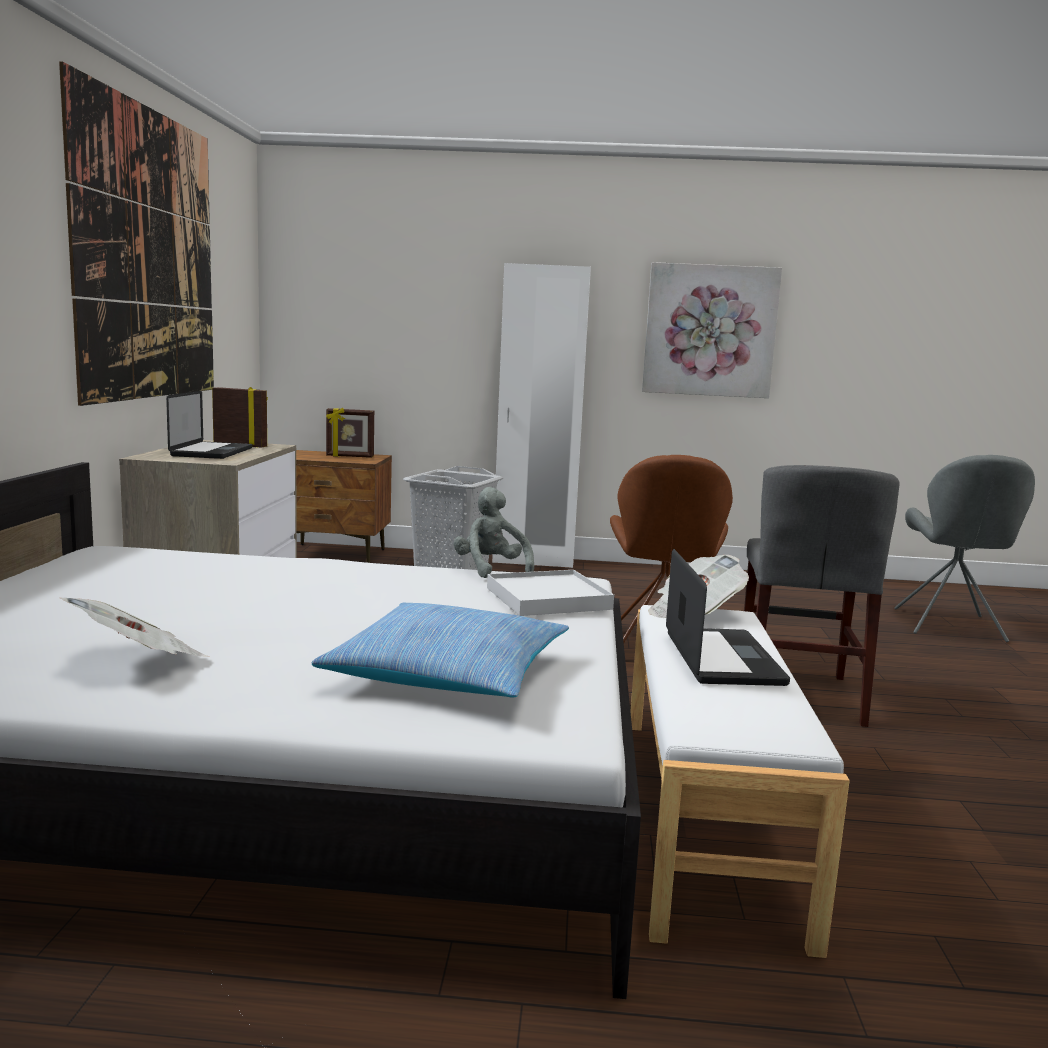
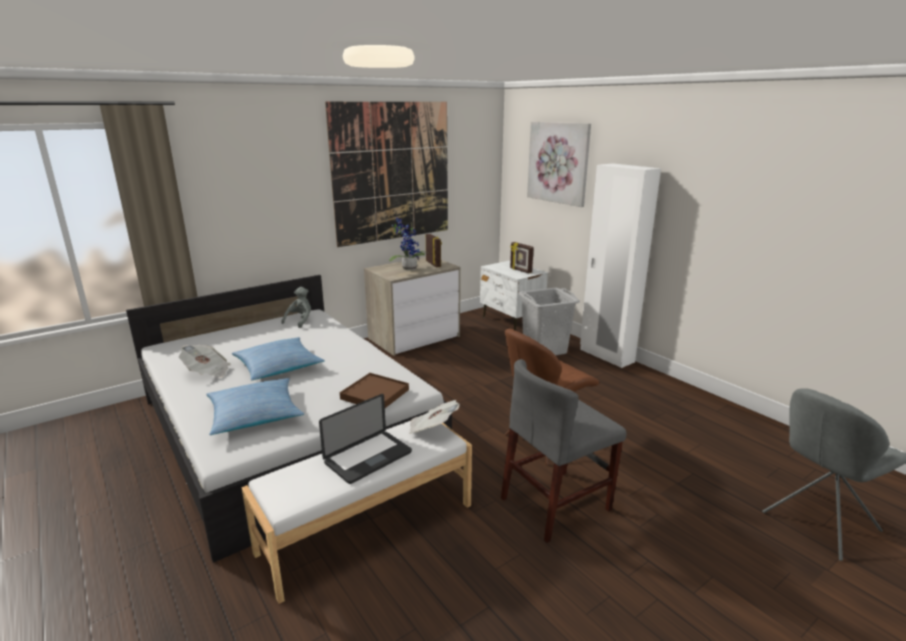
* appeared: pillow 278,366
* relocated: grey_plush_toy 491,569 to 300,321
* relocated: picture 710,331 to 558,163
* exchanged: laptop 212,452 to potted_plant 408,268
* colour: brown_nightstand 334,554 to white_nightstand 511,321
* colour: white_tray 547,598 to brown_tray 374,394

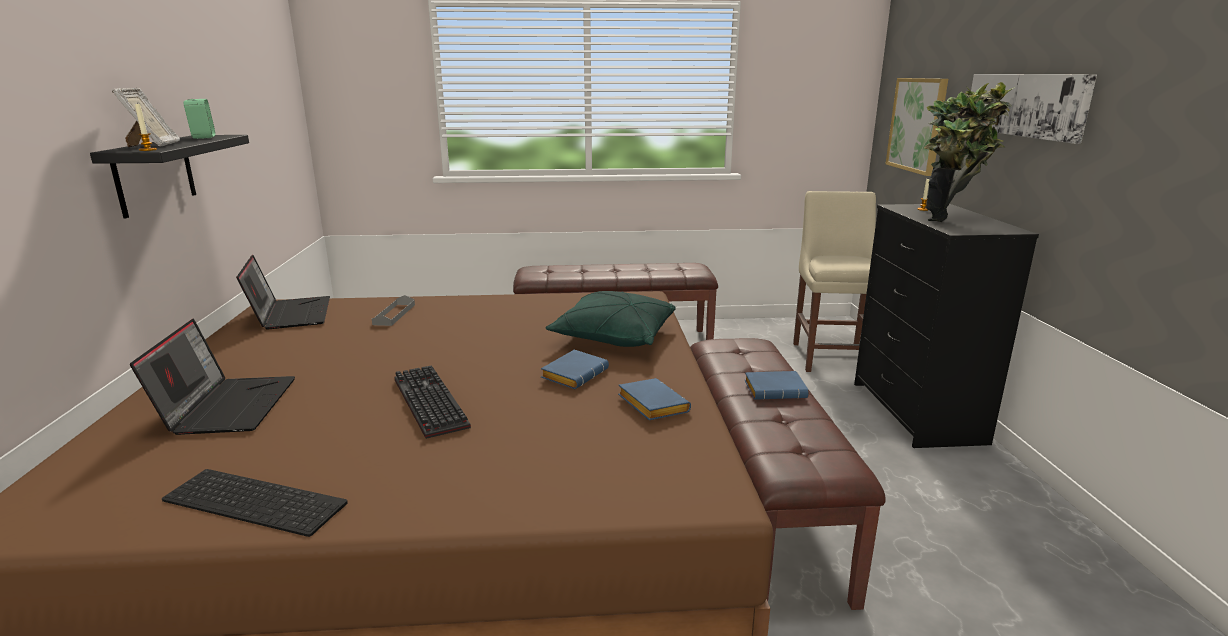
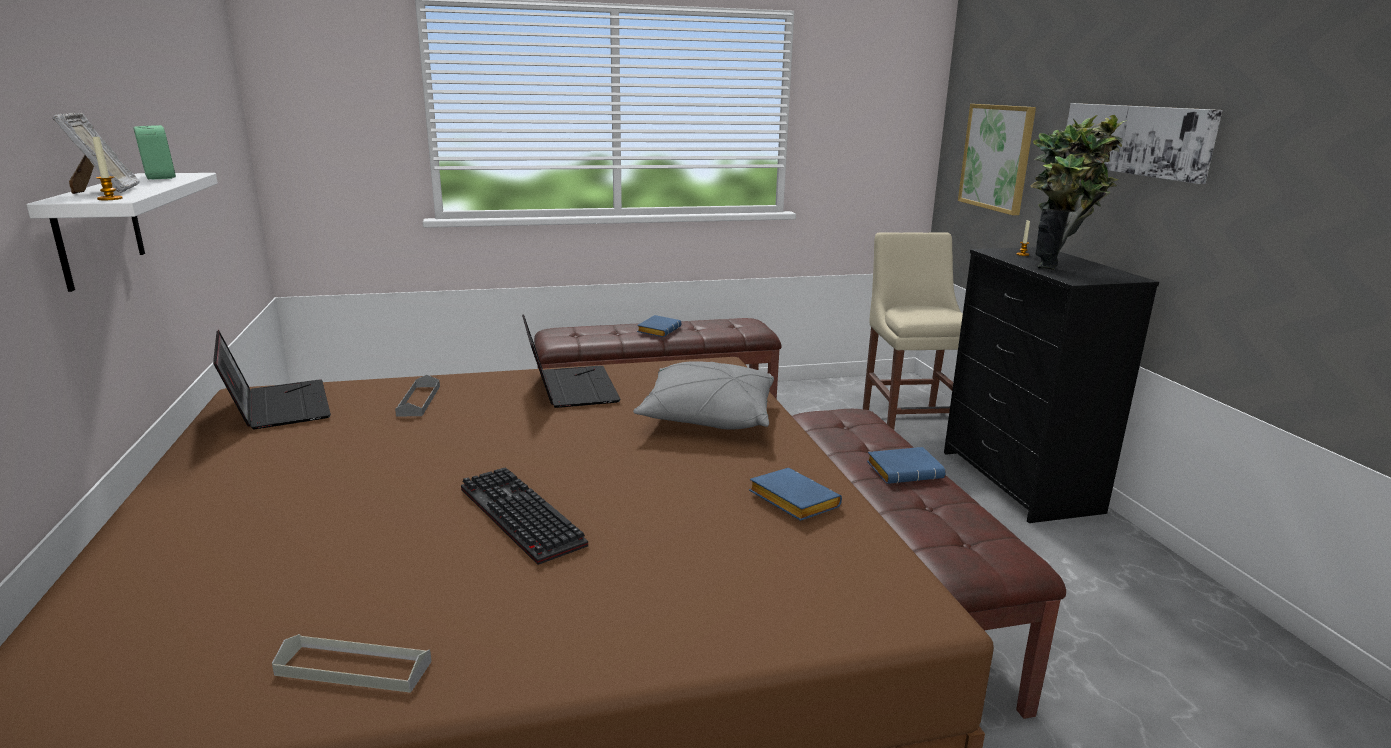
* relocated: laptop 228,405 to 569,388
* relocated: blue_book 574,374 to 658,330
* exchanged: keyboard 259,500 to grey_tray 354,668
* colour: black_shelf 154,174 to white_shelf 99,229
* colour: green_pillow 613,337 to grey_pillow 708,417

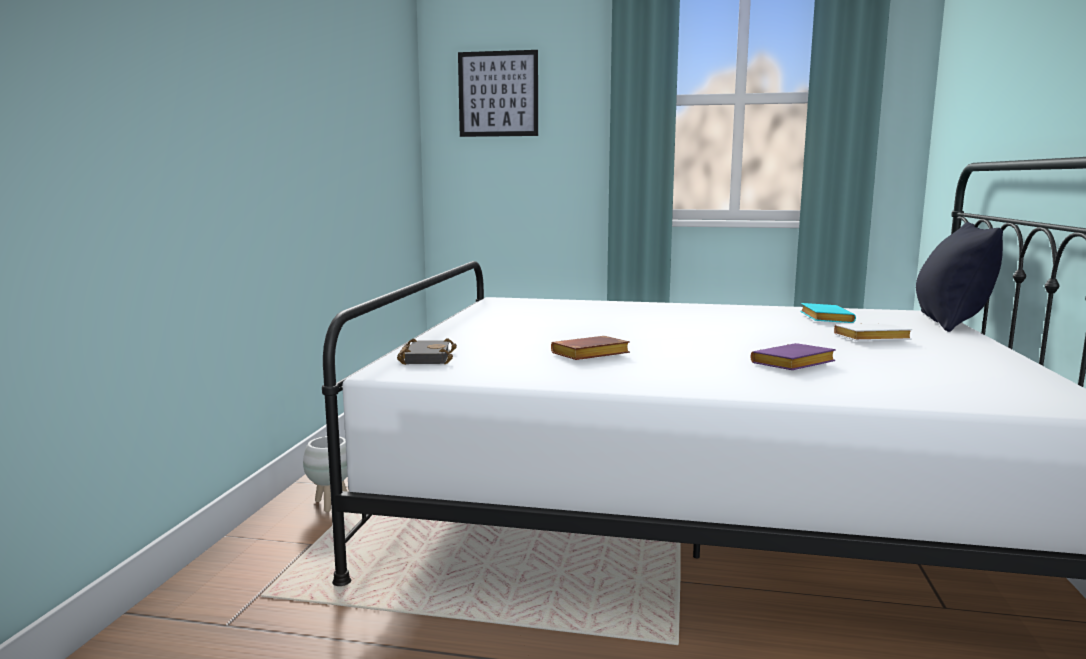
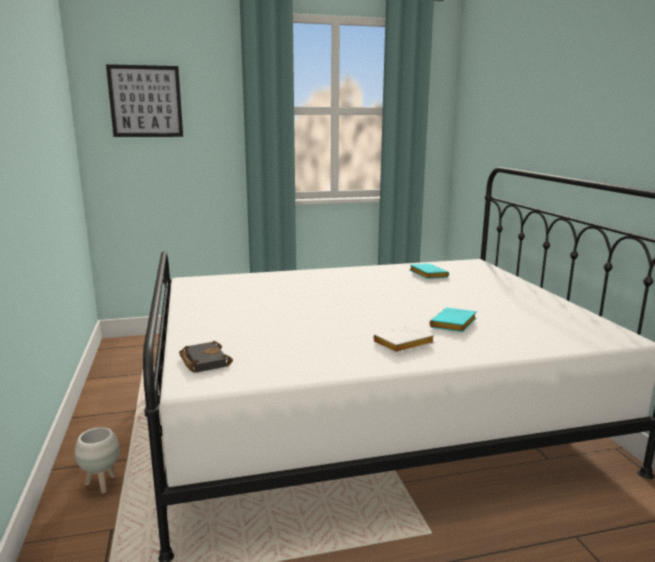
* missing: brown_book 589,355
* missing: black_pillow 950,322
* relocated: white_book 870,339 to 403,345
* colour: purple_book 793,365 to turquoise_book 454,325

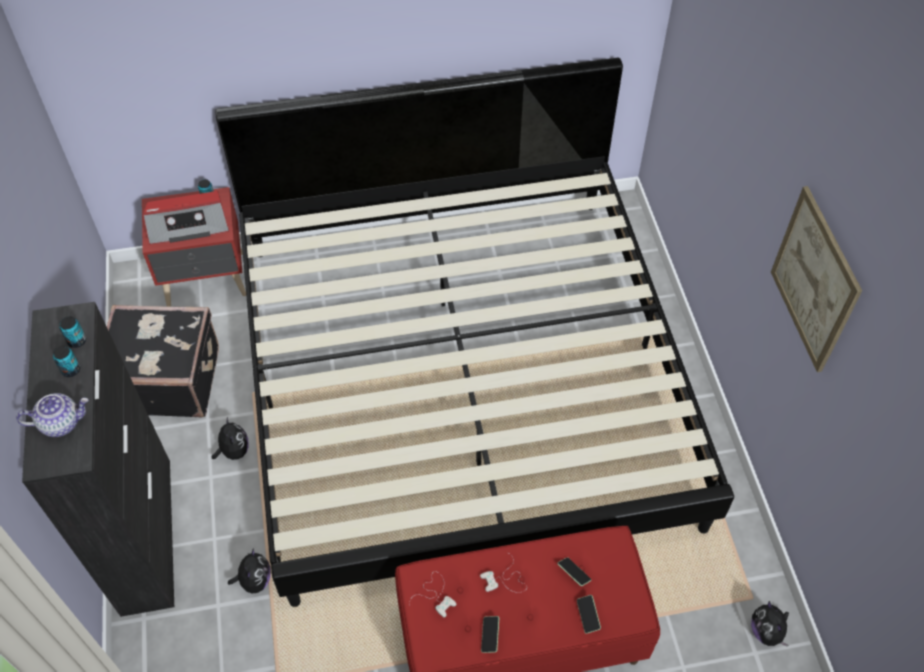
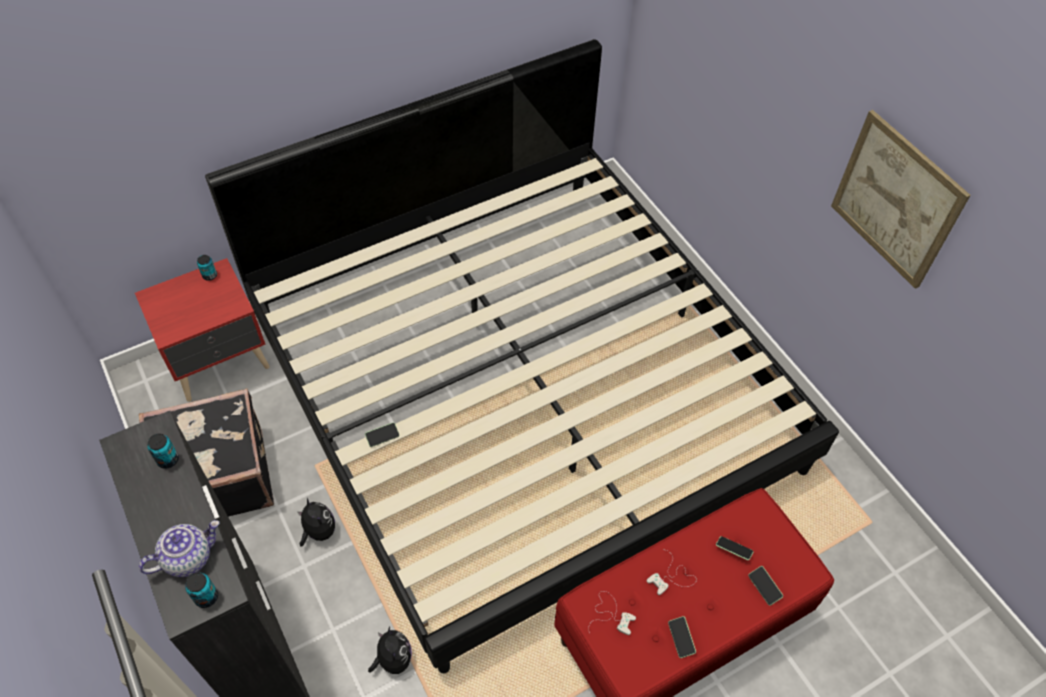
* missing: radio 188,225
* missing: plush_toy 766,632
* appeared: phone 382,437
* relocated: can 71,370 to 206,597

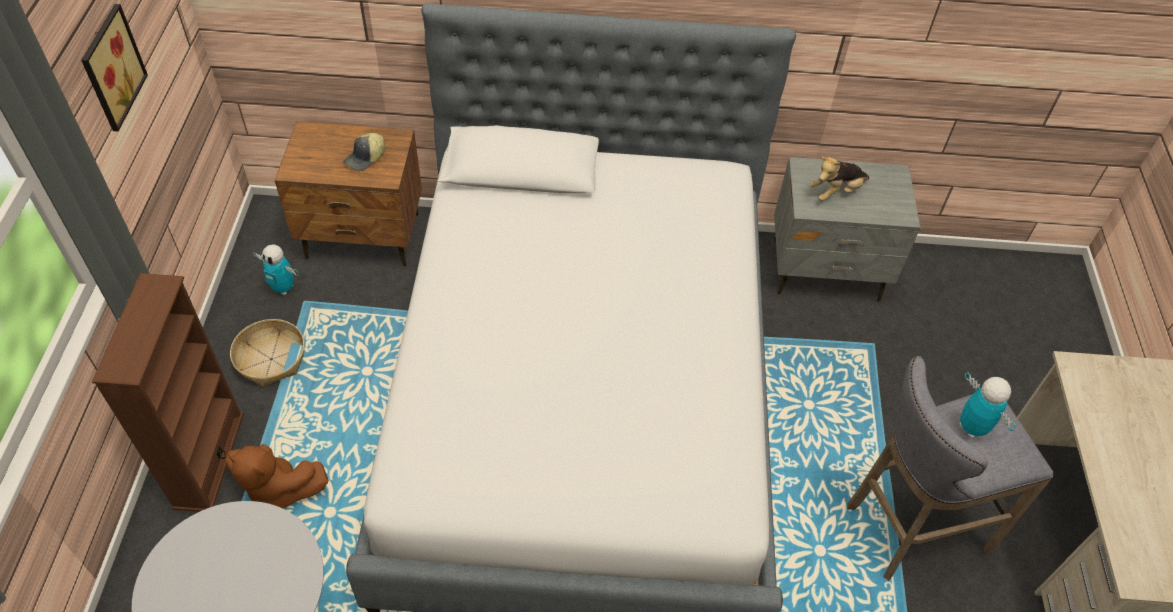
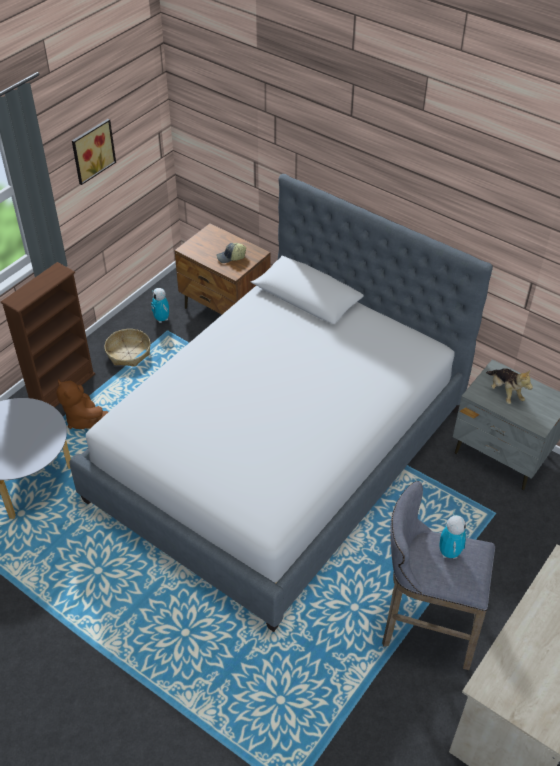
* spun: plush_toy 836,192 = 505,392 120 degrees counterclockwise

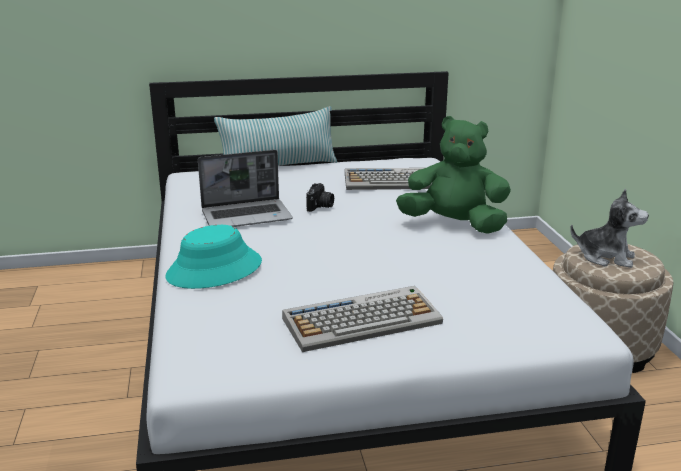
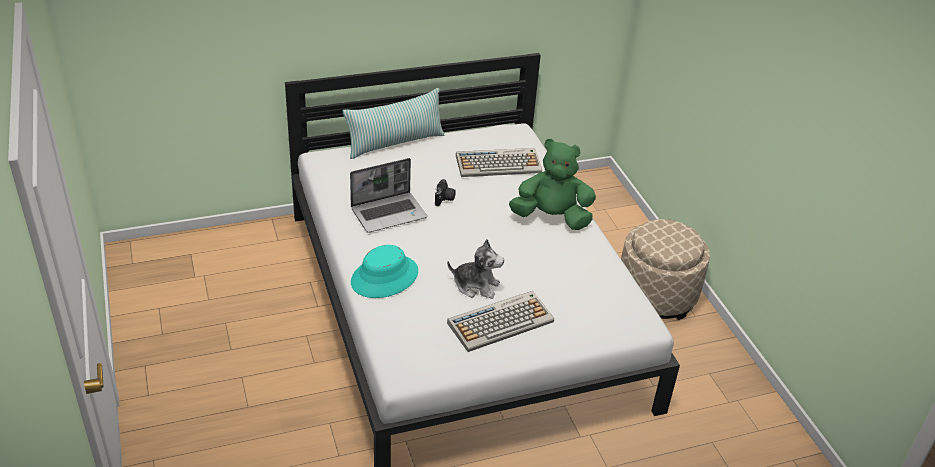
* relocated: plush_toy 606,257 to 476,286

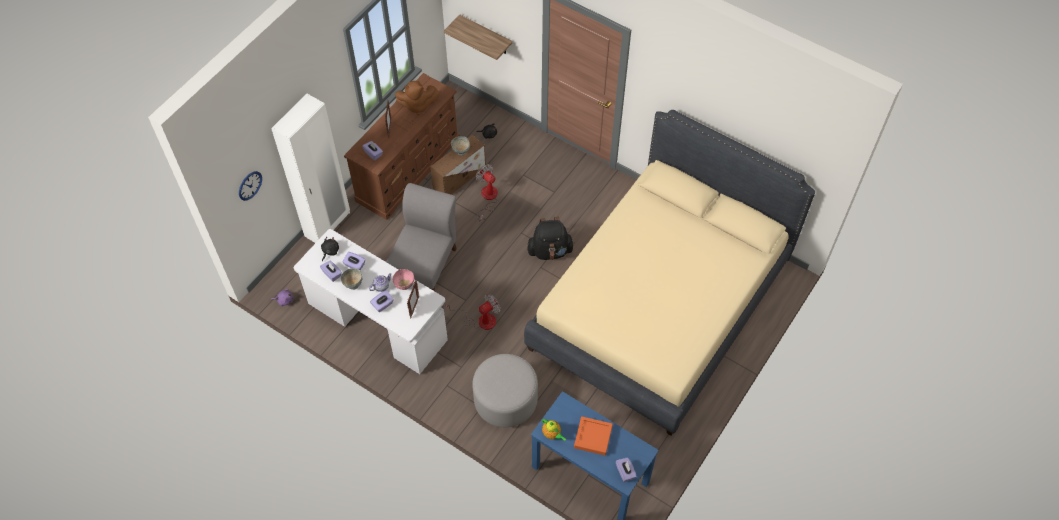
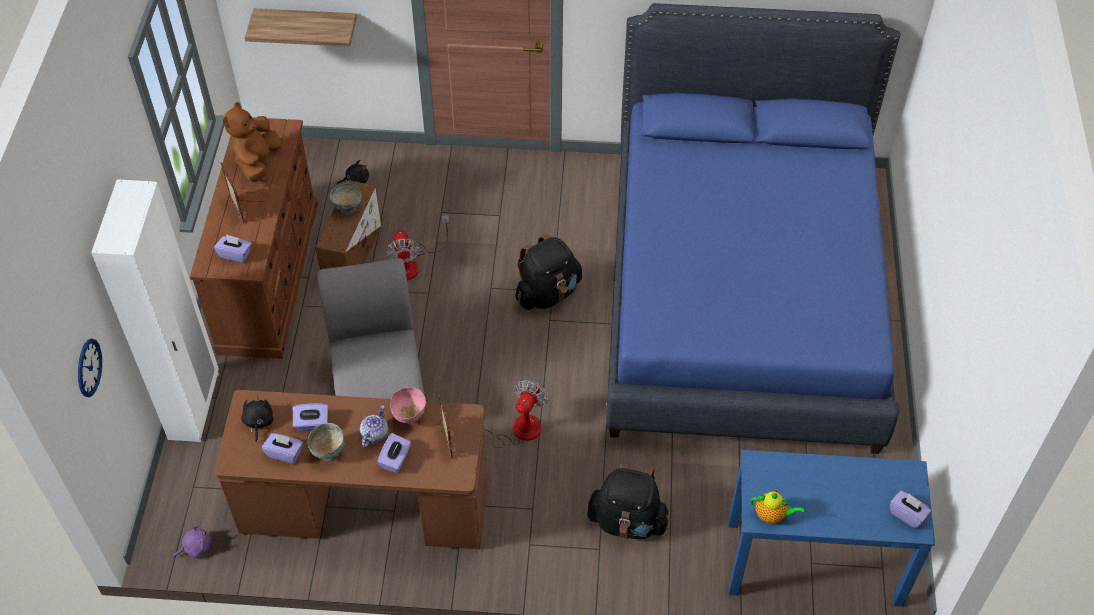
* missing: orange_tray 593,437
* exchanged: grey_ottoman 506,400 to black_backpack 627,521
* colour: white_desk 377,322 to brown_desk 365,508
* colour: beige_bed 659,305 to blue_bed 742,295
* spun: brown_plush_toy 417,105 = 258,162 135 degrees clockwise
* spun: fan 488,198 = 412,263 120 degrees counterclockwise

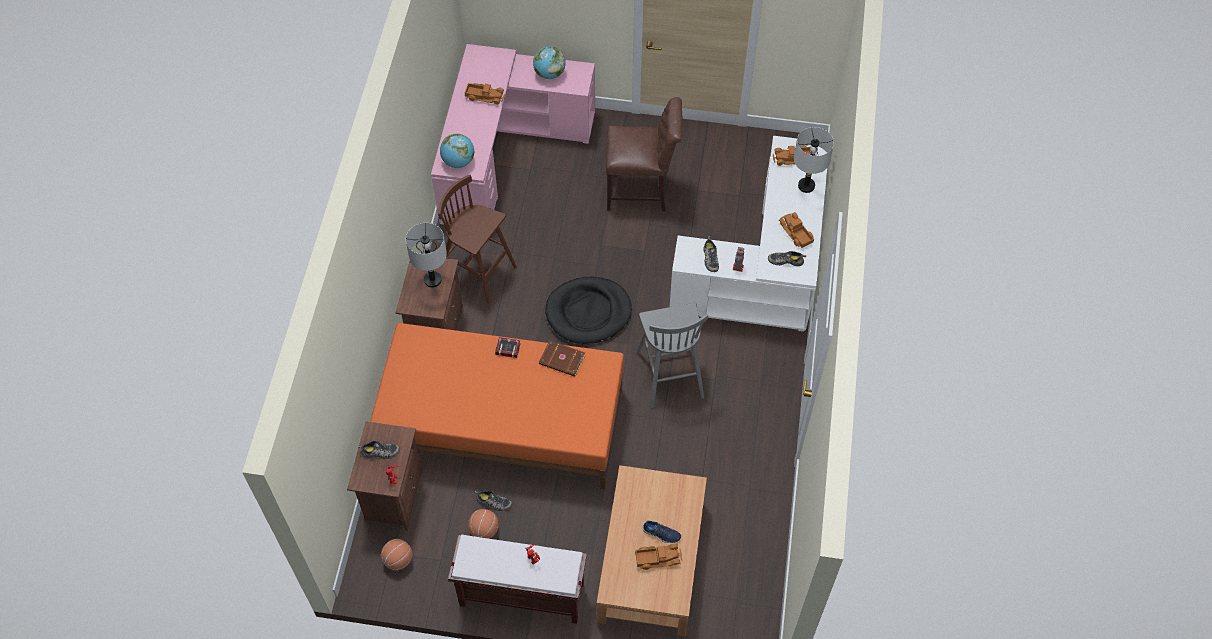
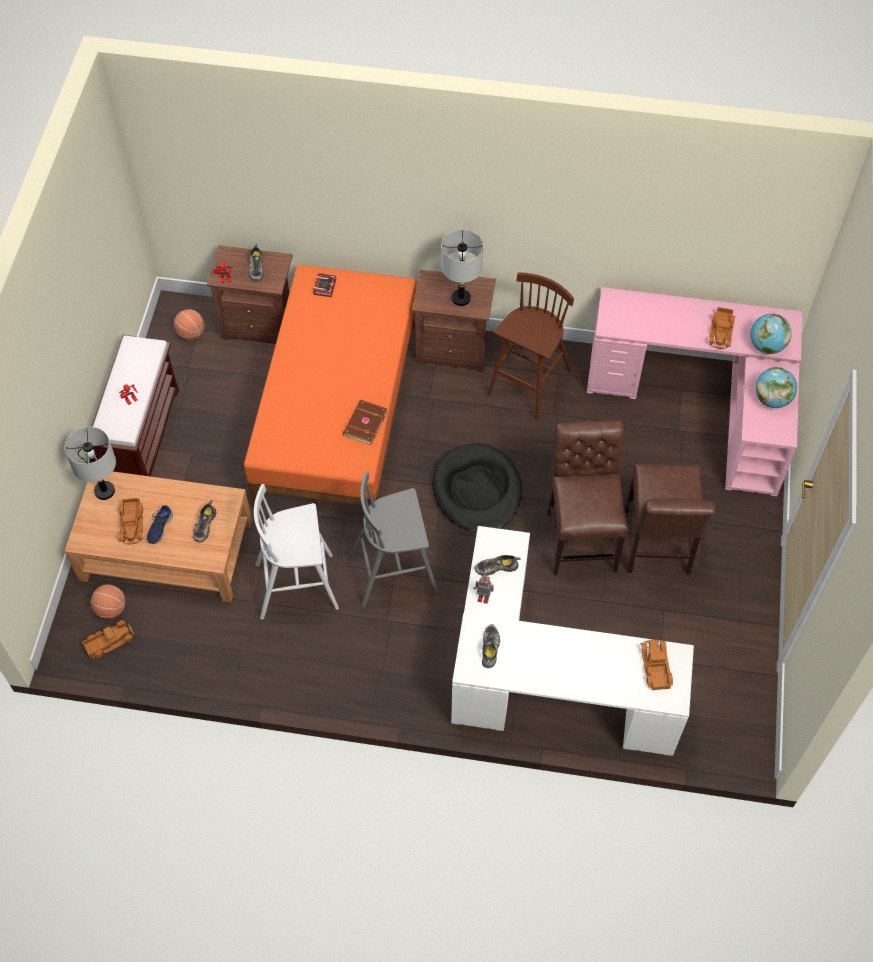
* appeared: white_stool 298,586
* appeared: brown_chair 581,536
* relocated: globe 458,161 to 766,346
* relocated: basketball 484,530 to 111,609
* relocated: shoe 493,503 to 204,524
* relocated: book 507,348 to 326,286
* relocated: toy_truck 795,233 to 109,641
* relocated: grey_table_lamp 806,186 to 104,491

